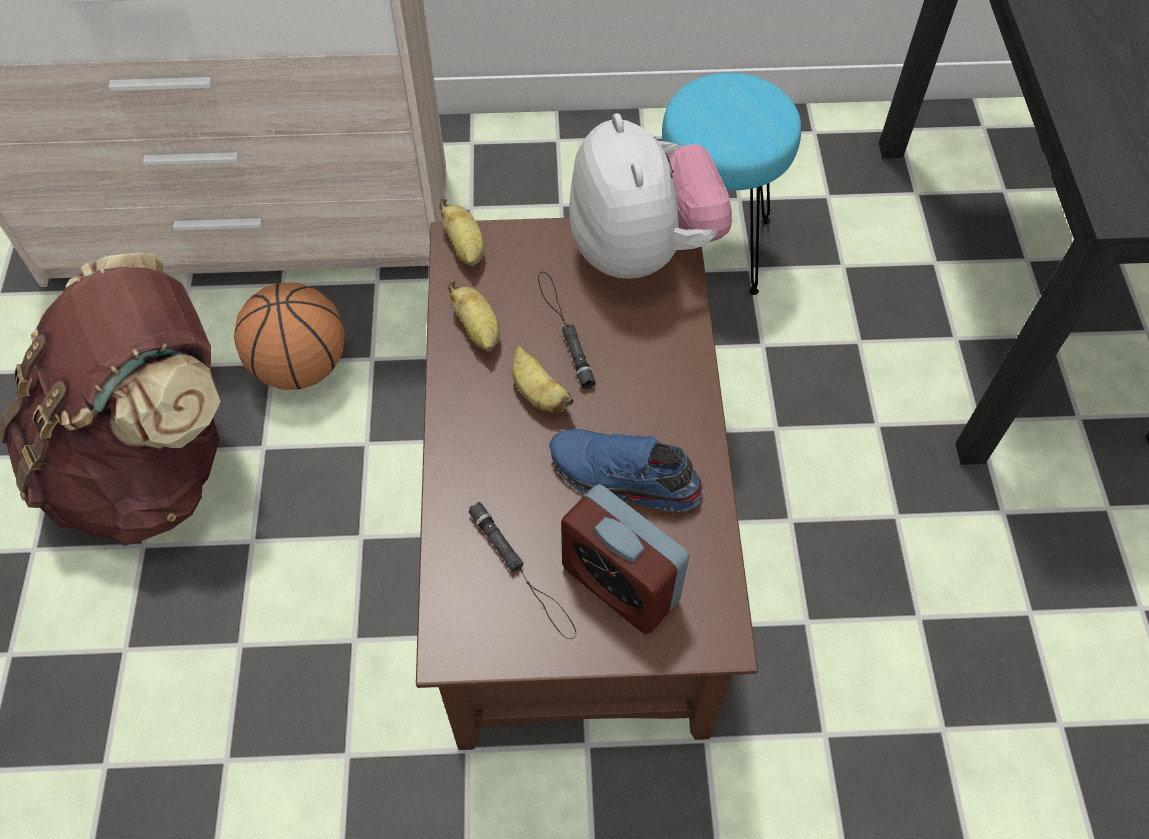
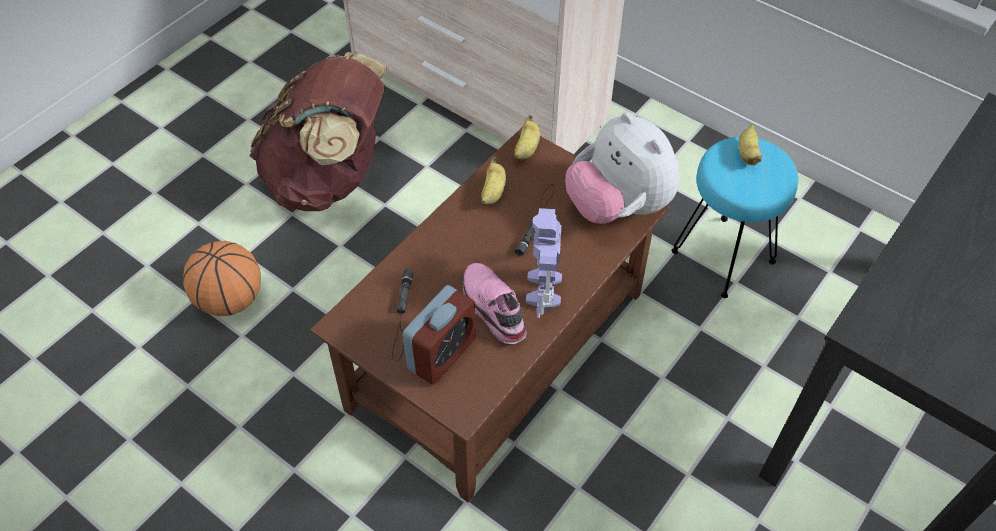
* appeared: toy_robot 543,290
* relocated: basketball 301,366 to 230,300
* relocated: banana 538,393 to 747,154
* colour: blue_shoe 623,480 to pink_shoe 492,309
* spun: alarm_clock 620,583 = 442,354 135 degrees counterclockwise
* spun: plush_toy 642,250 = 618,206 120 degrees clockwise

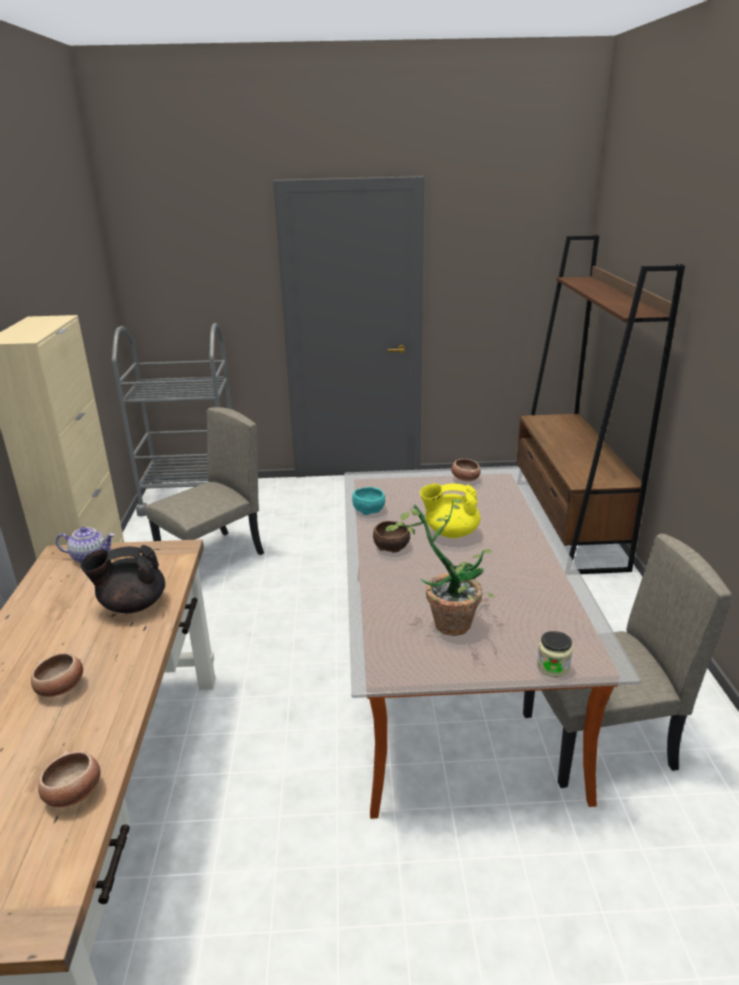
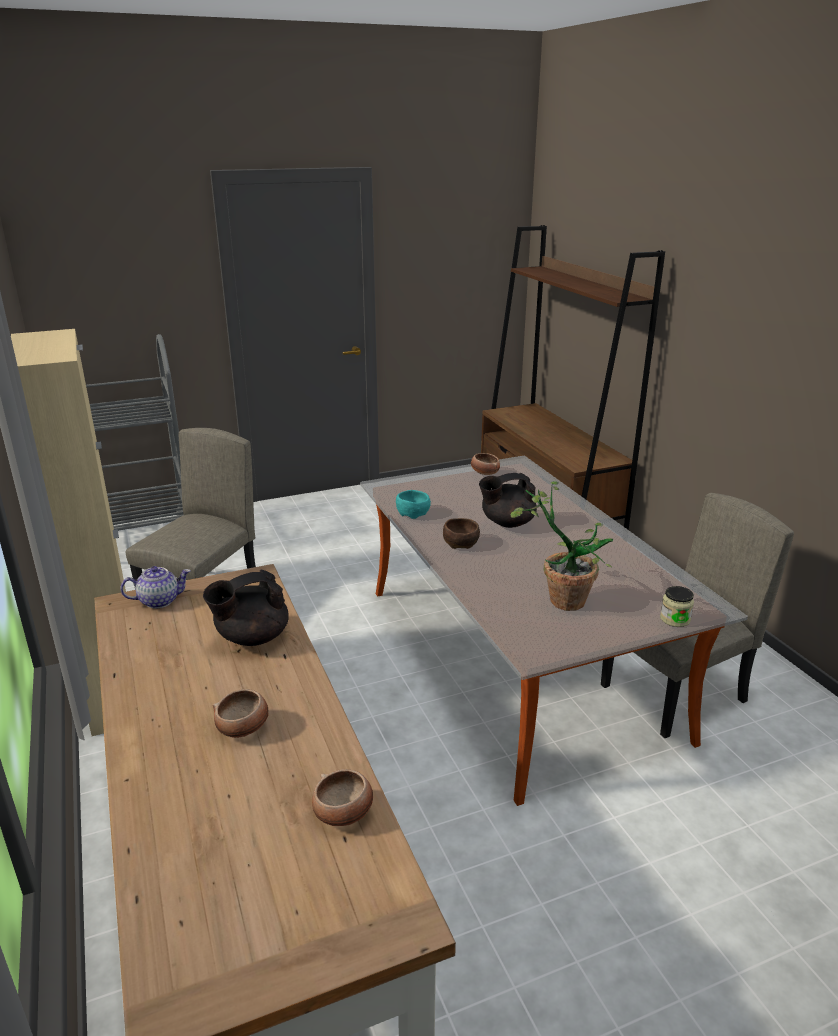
* colour: yellow_teapot 450,532 to black_teapot 507,523

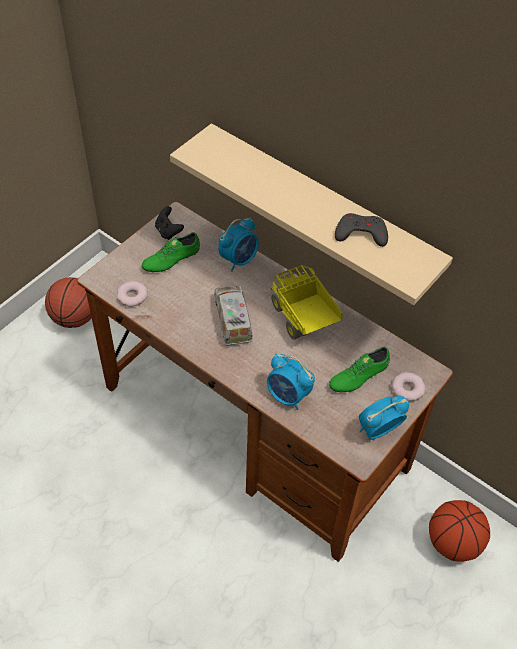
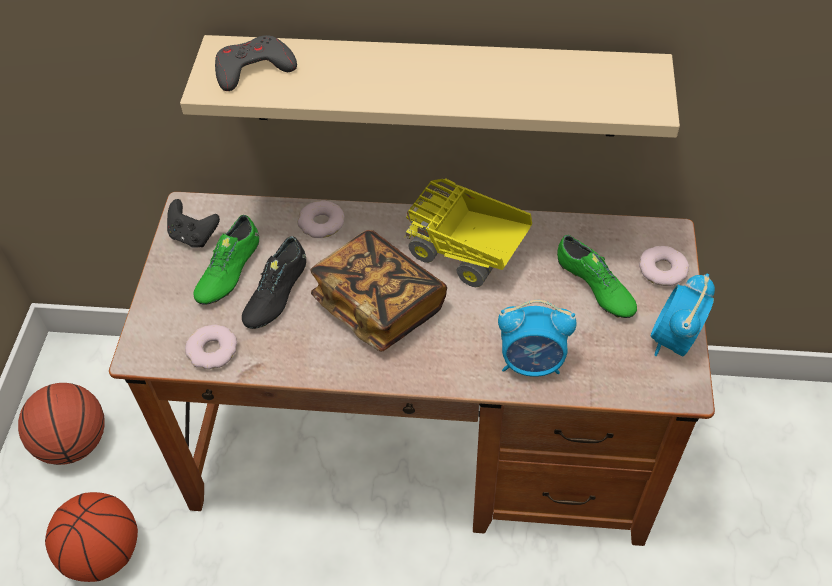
* appeared: black_shoe 276,294
* relocated: grey_game_controller 361,233 to 253,69
* relocated: basketball 452,543 to 104,554
* exchanged: toy_truck 233,320 to book 379,305
* exchanged: alarm_clock 239,259 to donut 321,223
* spun: green_shoe 358,376 = 594,288 60 degrees counterclockwise

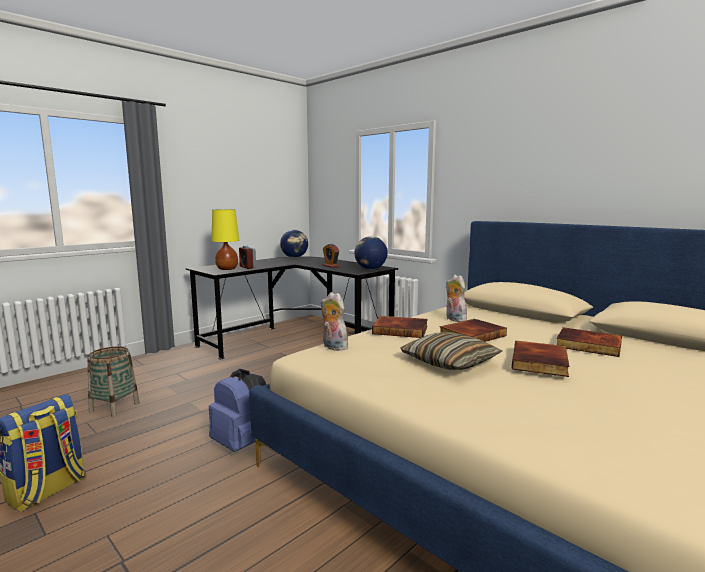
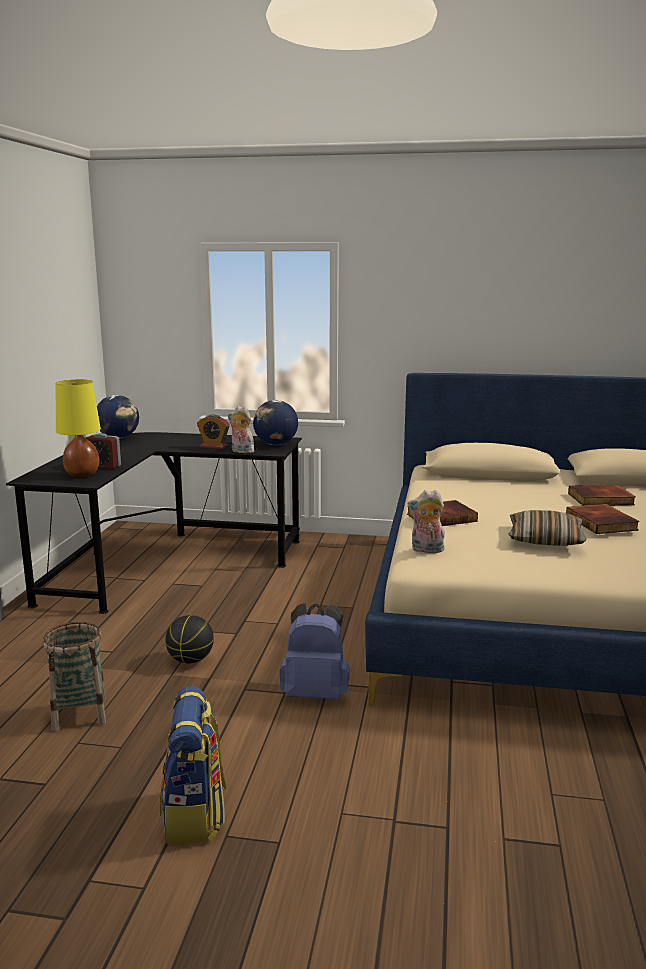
* missing: book 471,335
* appeared: basketball 190,660
* relocated: plush_toy 454,319 to 241,451

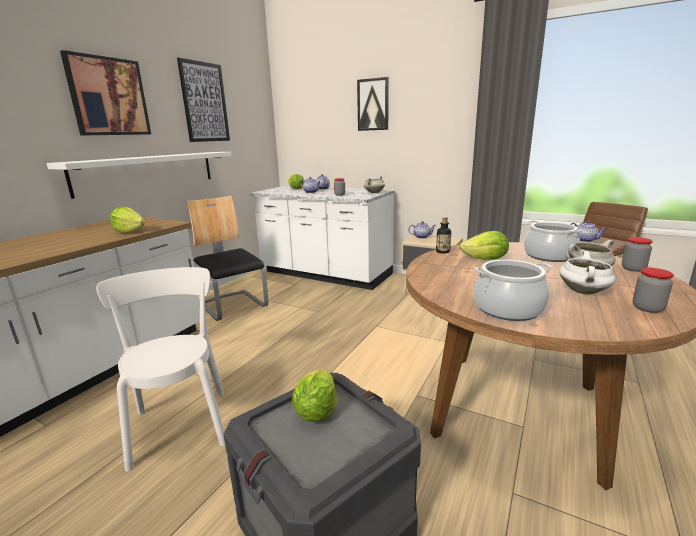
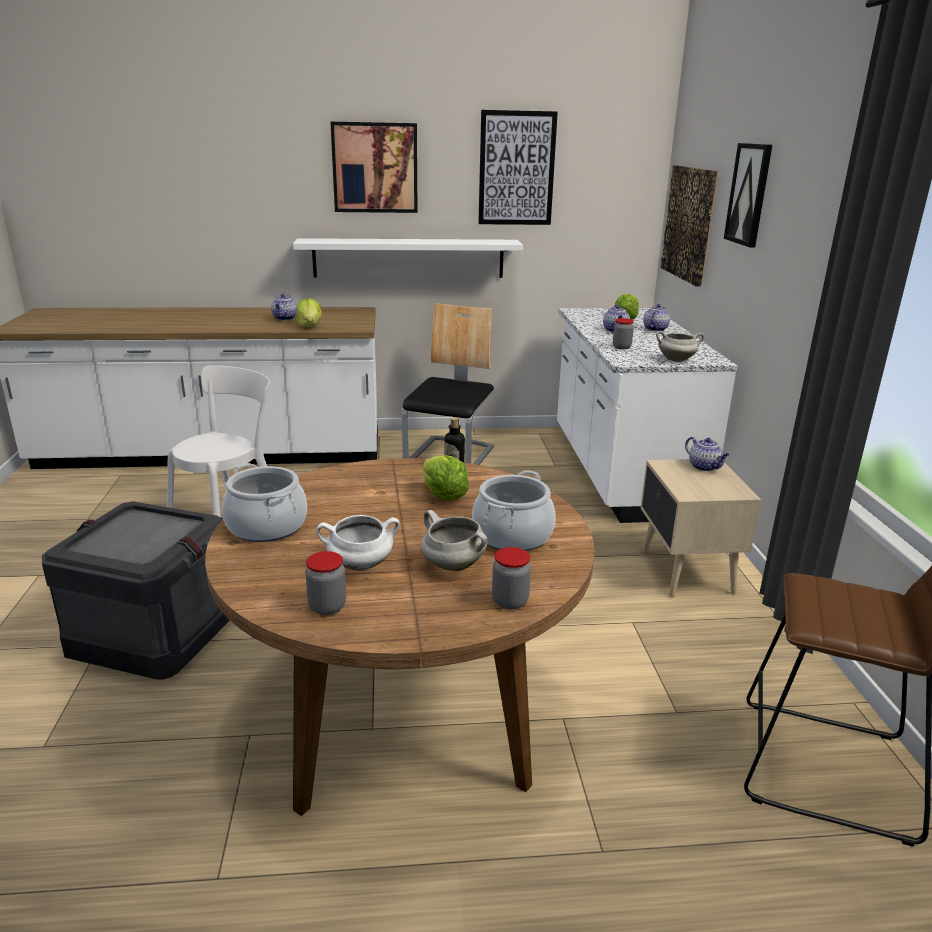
* missing: lettuce 316,411
* appeared: picture 690,223
* relocated: teapot 585,240 to 285,318

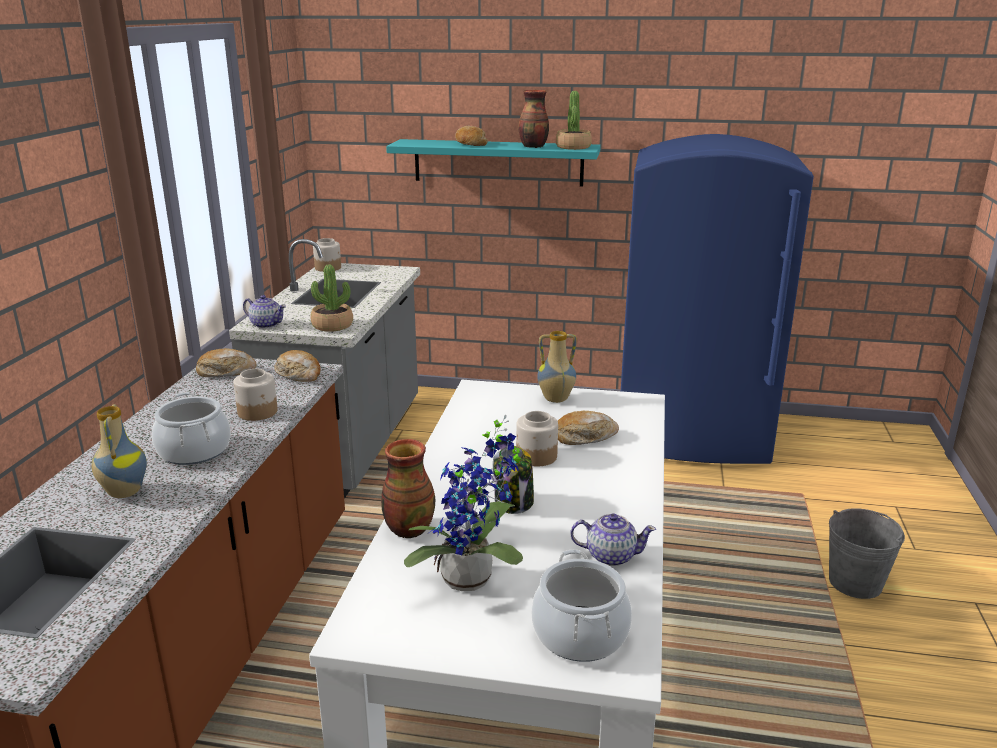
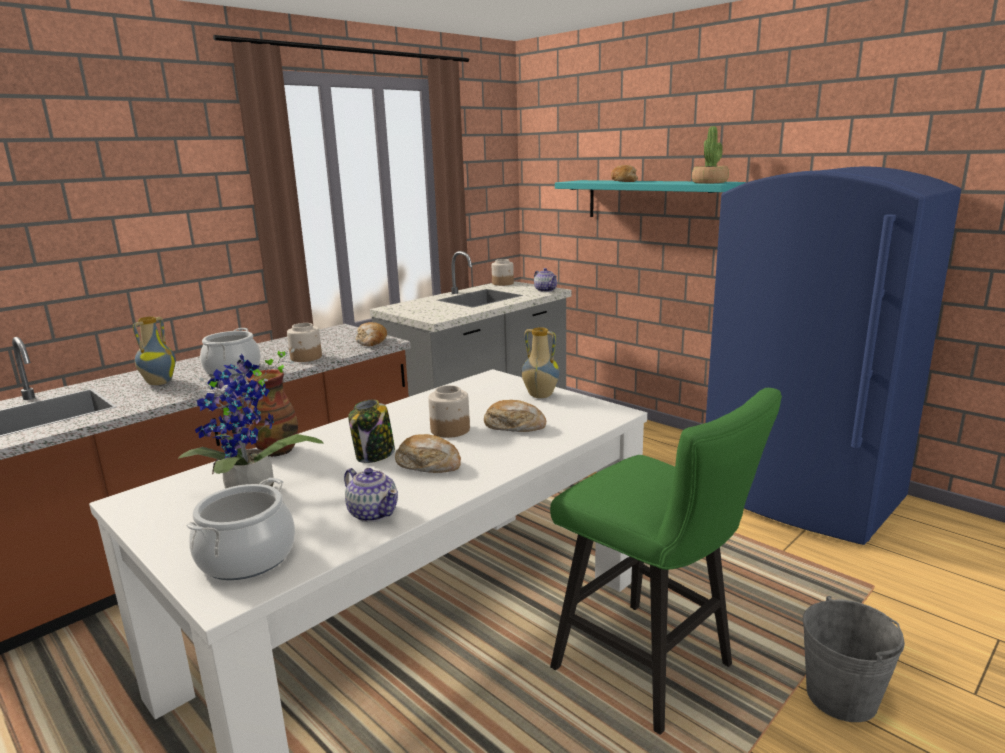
* missing: potted_plant 332,325
* missing: vase 533,146
* appeared: green_stool 653,671
* relocated: bread 226,371 to 429,464
* relocated: teapot 266,324 to 545,290

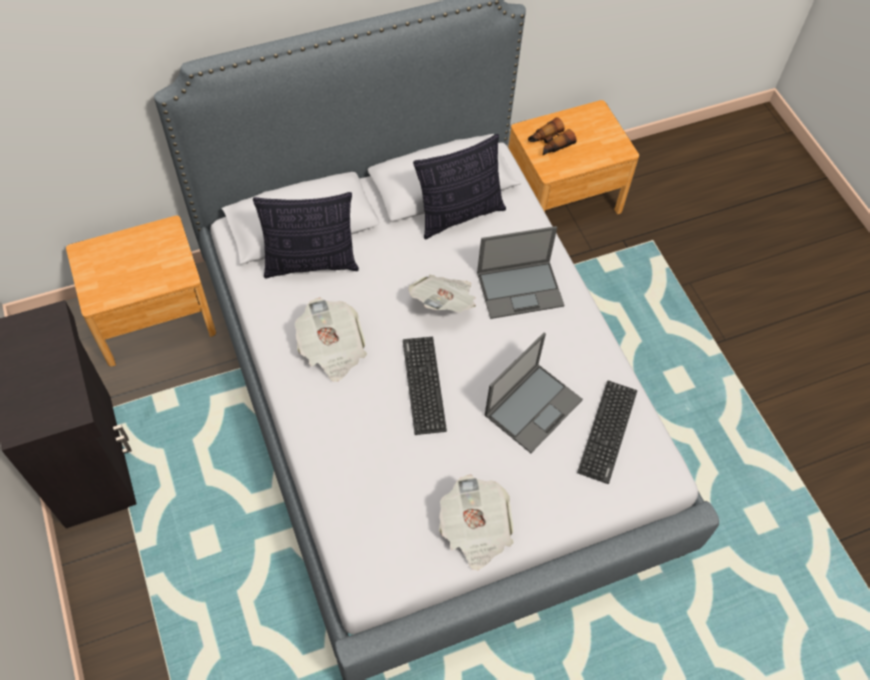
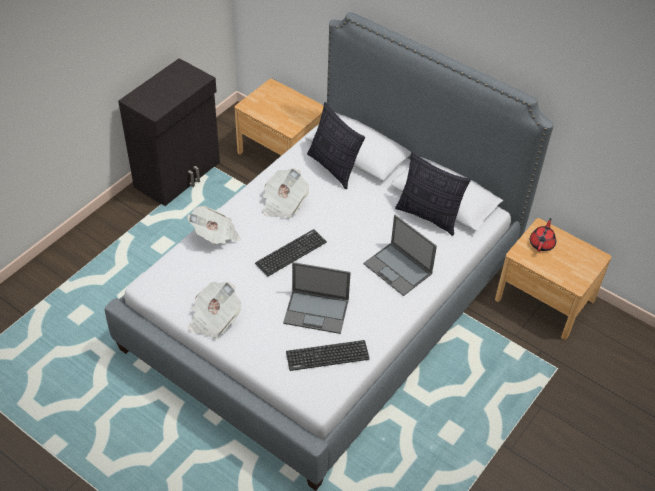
* relocated: newspaper 444,303 to 215,235
* exchanged: binoculars 549,143 to red_teapot 542,243

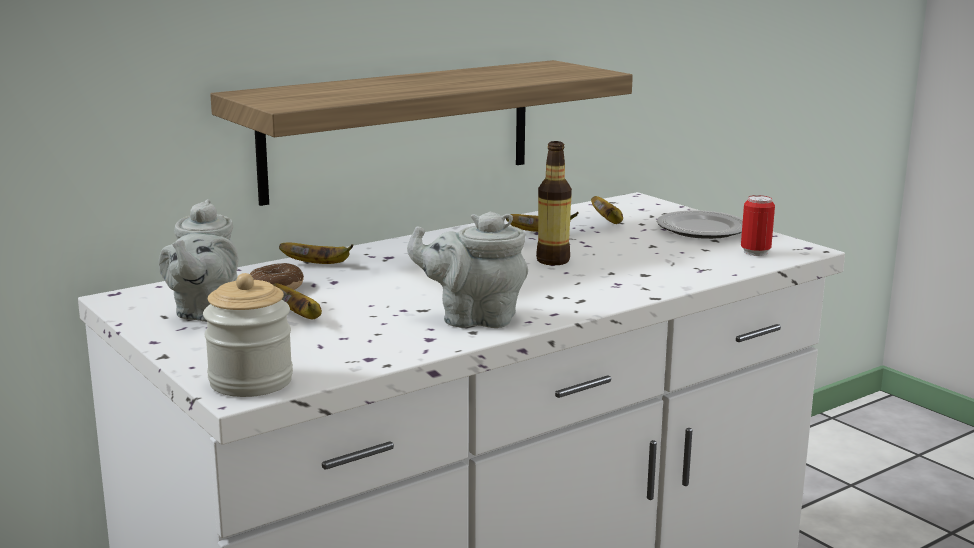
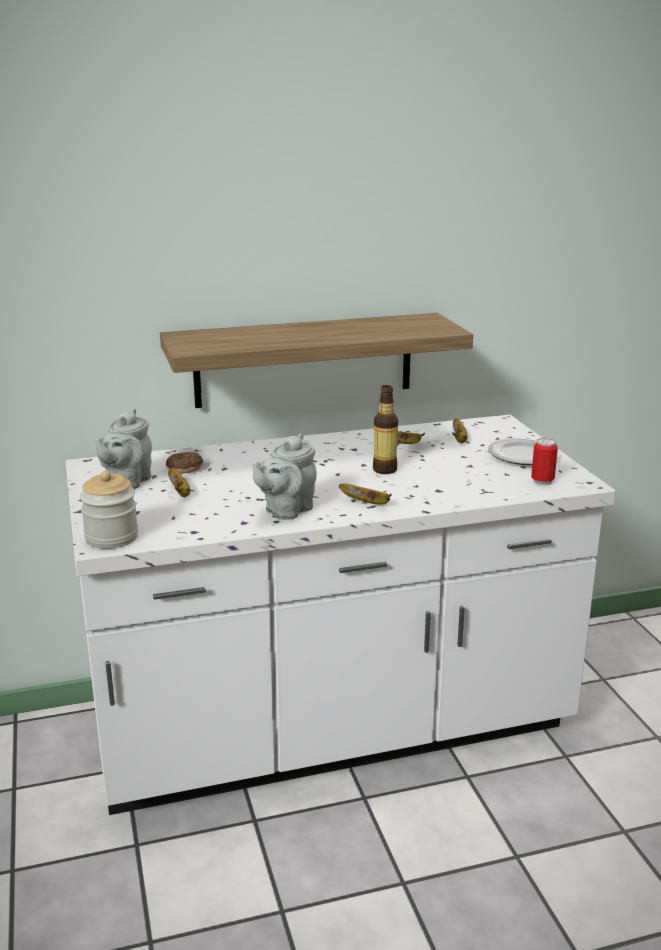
* relocated: banana 318,264 to 367,503
* spun: grey_teapot 473,318 = 286,510 75 degrees counterclockwise

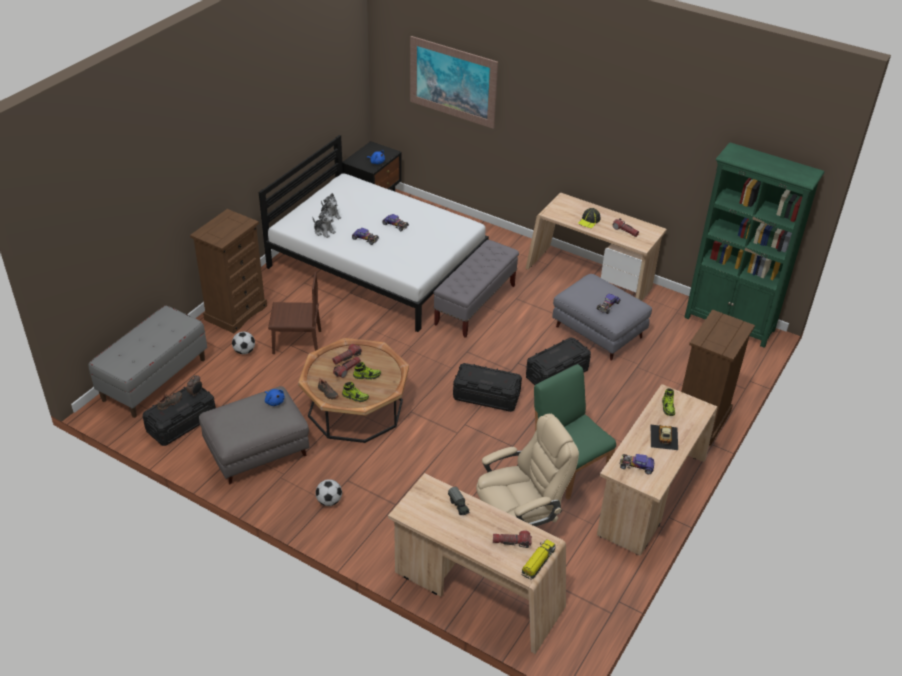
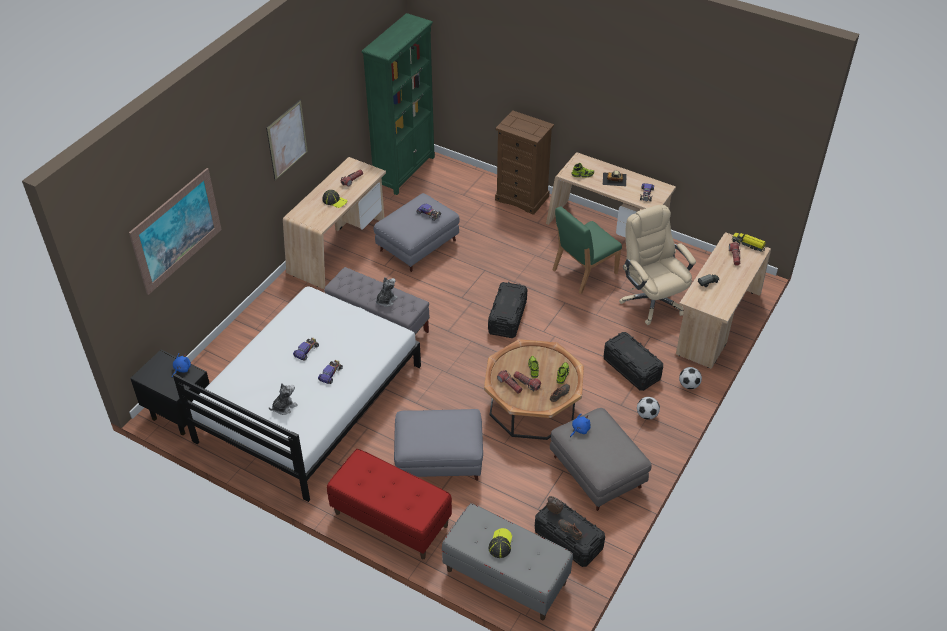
* appeared: picture 287,140
* appeared: cap 500,544
* relocated: football 244,351 to 689,385
* relocated: plush_toy 324,231 to 386,300
* relocated: black_storage_box 557,373 to 631,368
* exchanged: brown_dresser 236,312 to red_bench 390,519
* exchanged: brown_chair 297,342 to grey_ottoman 439,459

